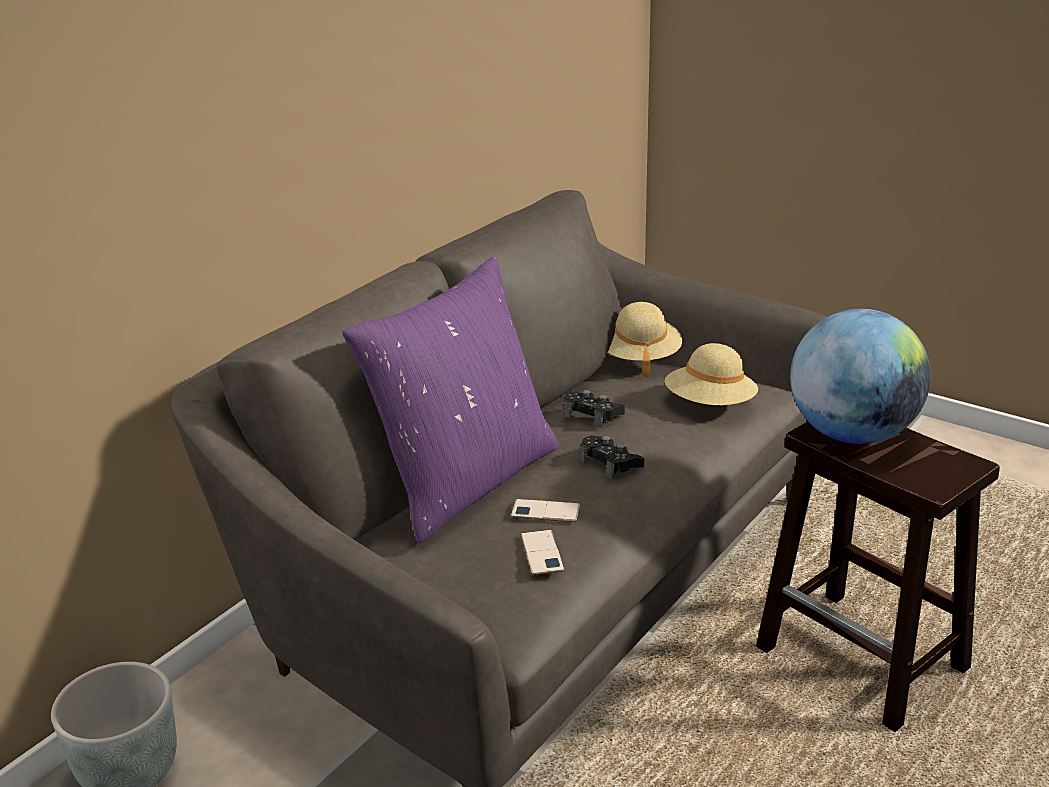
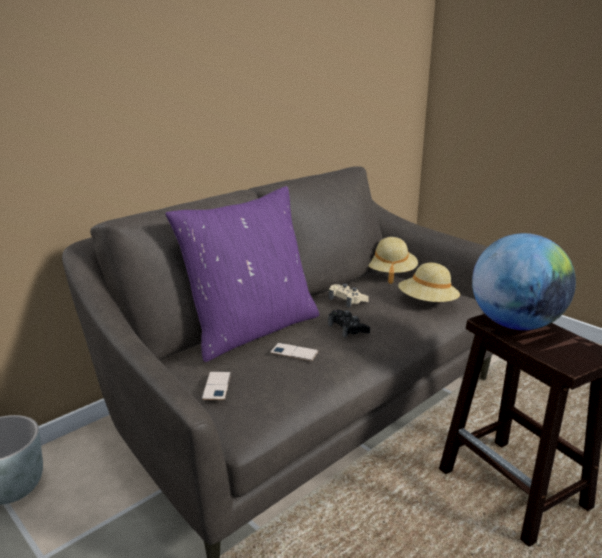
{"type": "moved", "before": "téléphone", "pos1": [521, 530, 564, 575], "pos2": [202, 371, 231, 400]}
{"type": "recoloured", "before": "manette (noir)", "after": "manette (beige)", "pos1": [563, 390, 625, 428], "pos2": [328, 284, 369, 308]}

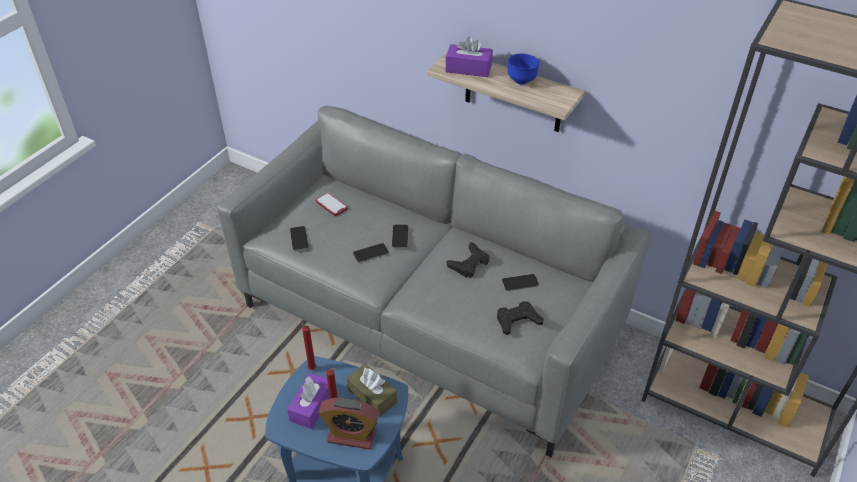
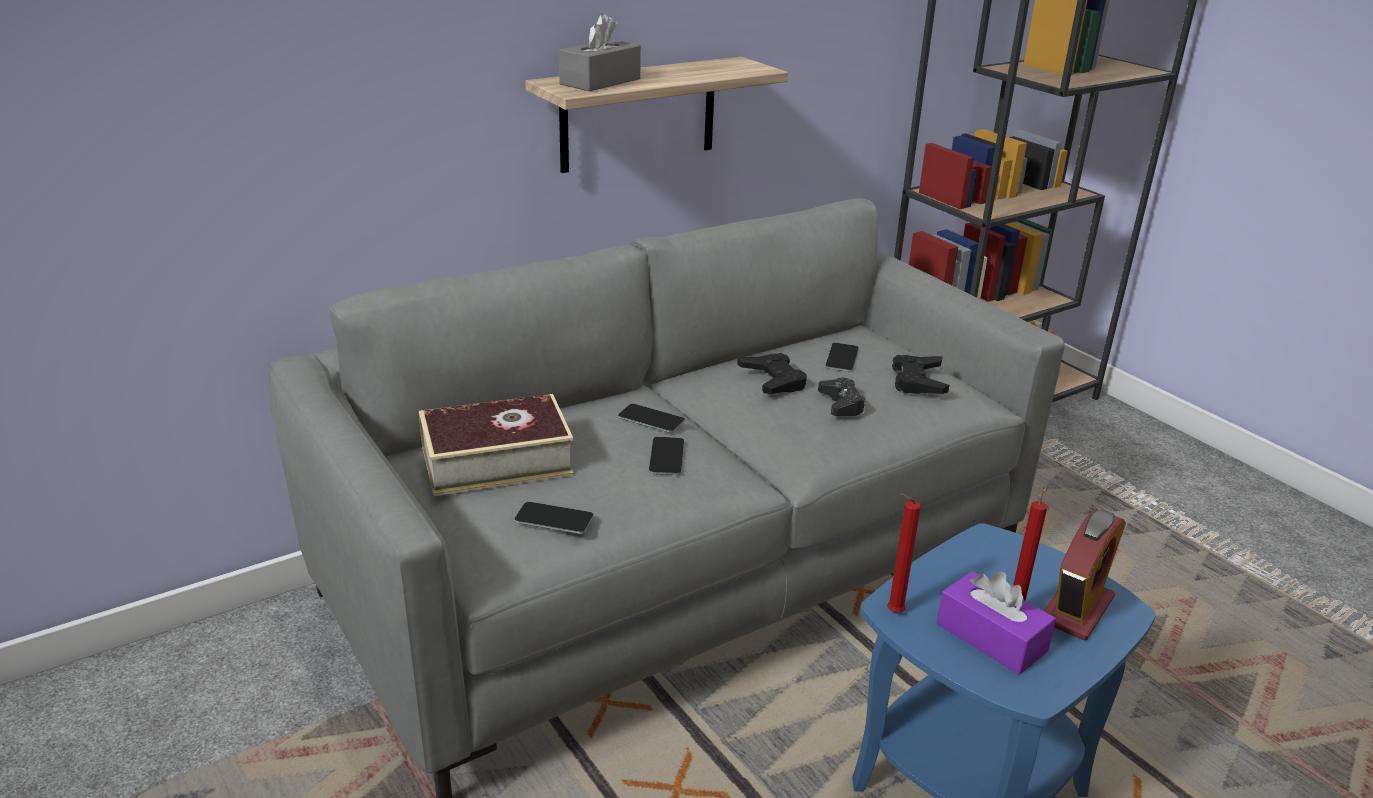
{"type": "removed", "before": "boîte à mouchoirs (marron)", "pos1": [347, 364, 397, 417]}
{"type": "removed", "before": "bol (bleu)", "pos1": [507, 54, 540, 84]}
{"type": "added", "after": "manette (noir)", "pos2": [818, 378, 865, 416]}
{"type": "replaced", "before": "téléphone", "after": "livre", "pos1": [316, 193, 348, 216], "pos2": [419, 394, 574, 496]}
{"type": "recoloured", "before": "boîte à mouchoirs (violet)", "after": "boîte à mouchoirs (gris)", "pos1": [446, 37, 493, 77], "pos2": [559, 13, 641, 91]}

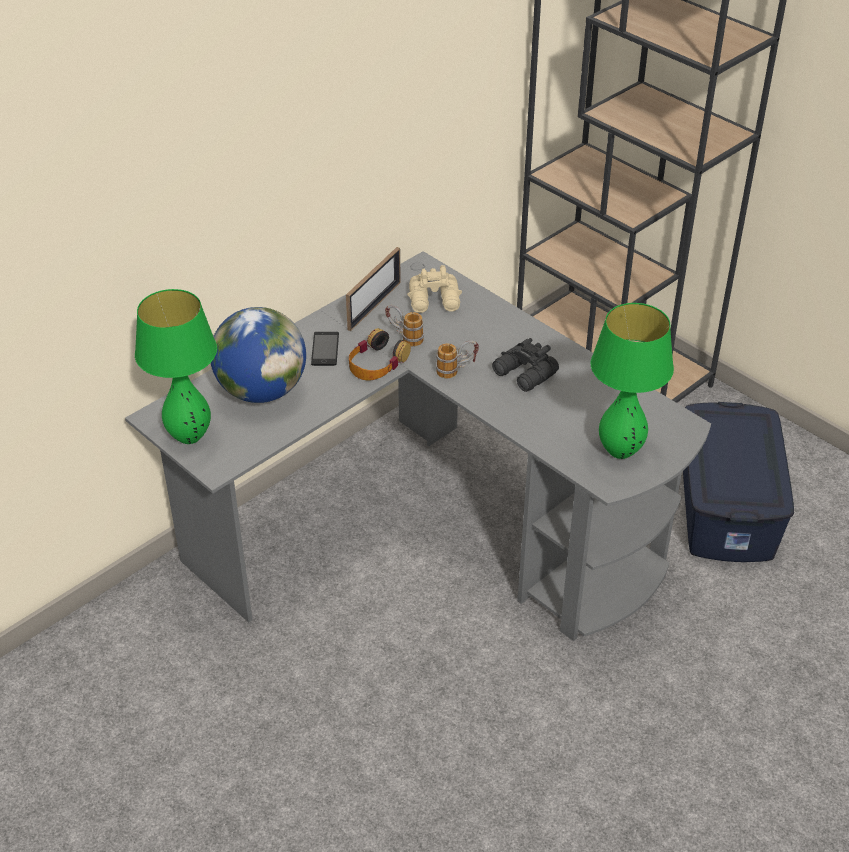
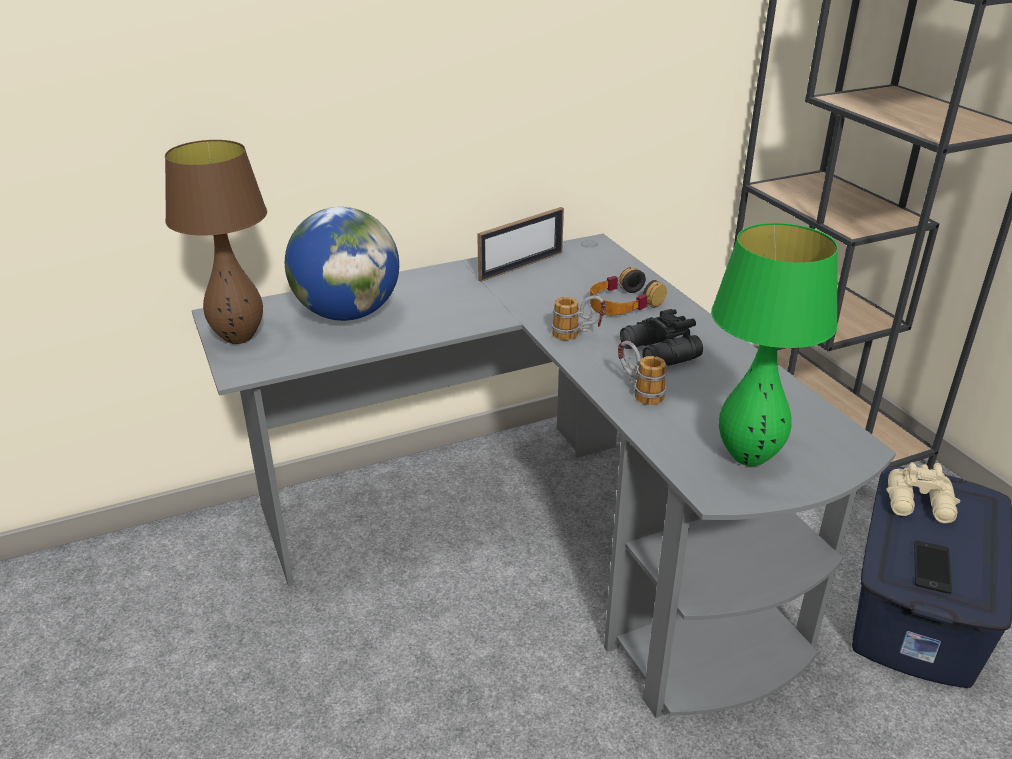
{"type": "moved", "before": "téléphone", "pos1": [311, 332, 339, 366], "pos2": [914, 540, 952, 594]}
{"type": "moved", "before": "casque audio", "pos1": [349, 328, 411, 380], "pos2": [590, 267, 667, 316]}
{"type": "moved", "before": "mug", "pos1": [385, 305, 424, 346], "pos2": [618, 341, 667, 405]}
{"type": "moved", "before": "jumelles (beige)", "pos1": [407, 265, 462, 313], "pos2": [886, 462, 960, 523]}
{"type": "recoloured", "before": "lampe de table (vert)", "after": "lampe de table (marron)", "pos1": [135, 289, 217, 444], "pos2": [165, 140, 267, 344]}

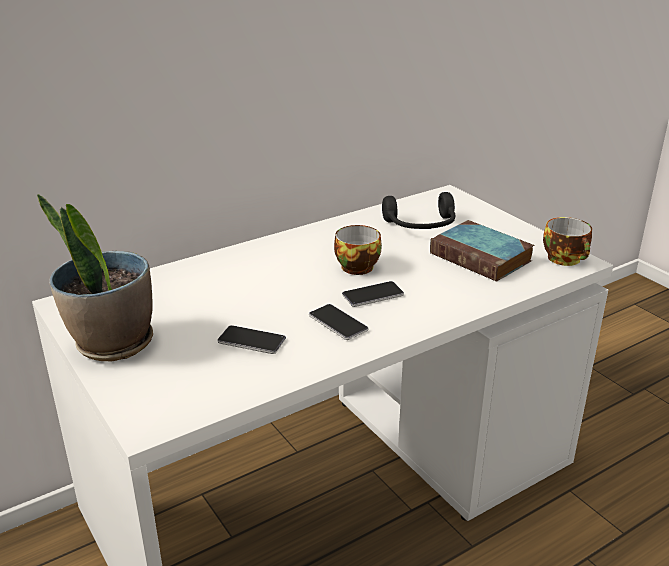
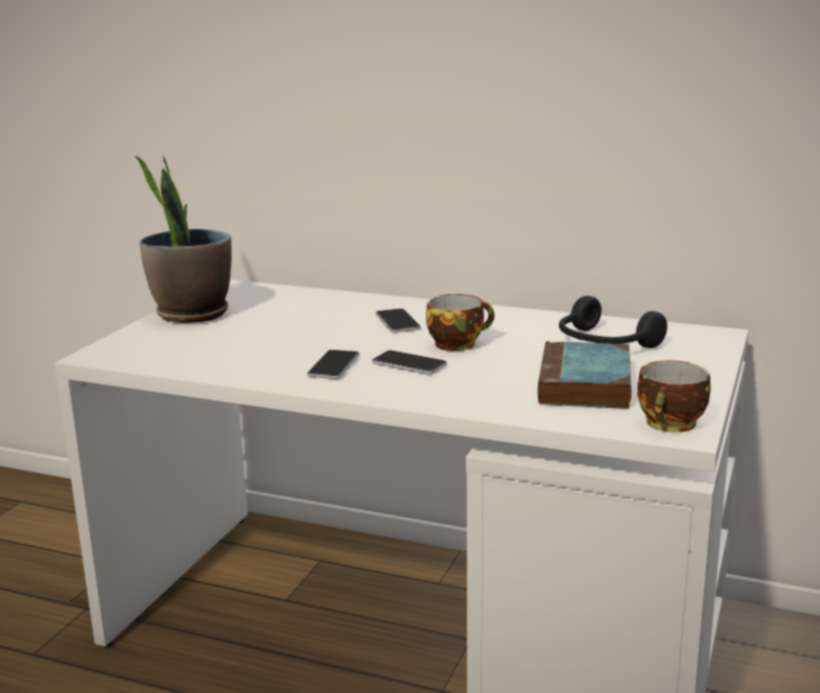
{"type": "moved", "before": "téléphone", "pos1": [217, 325, 286, 354], "pos2": [376, 308, 421, 332]}

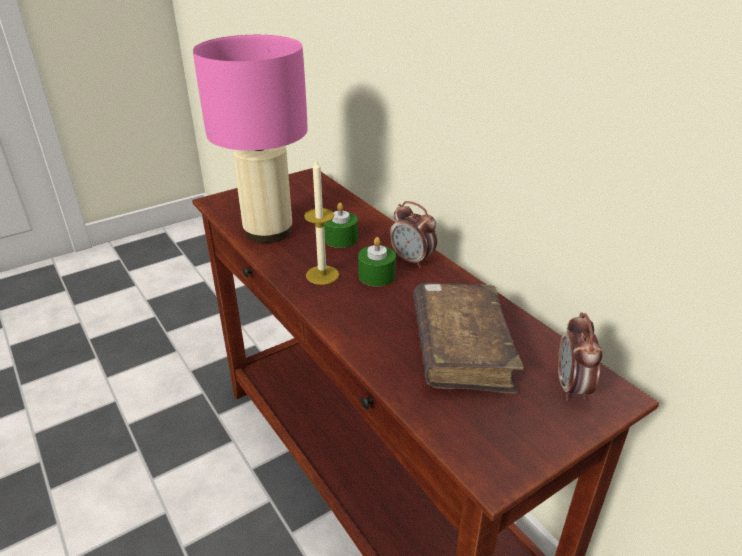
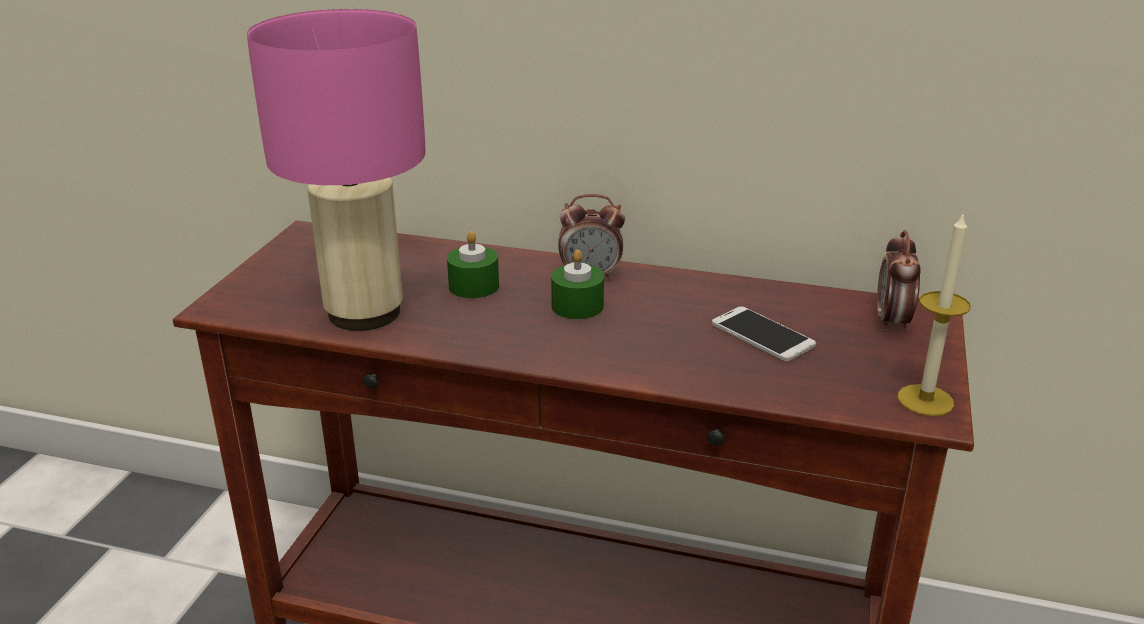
{"type": "moved", "before": "bougie", "pos1": [304, 160, 339, 285], "pos2": [898, 212, 971, 416]}
{"type": "replaced", "before": "livre (marron)", "after": "téléphone", "pos1": [413, 282, 524, 393], "pos2": [712, 306, 816, 361]}
{"type": "turned", "before": "réveil", "pos1": [558, 313, 602, 401], "pos2": [877, 230, 921, 332], "turn": 45}

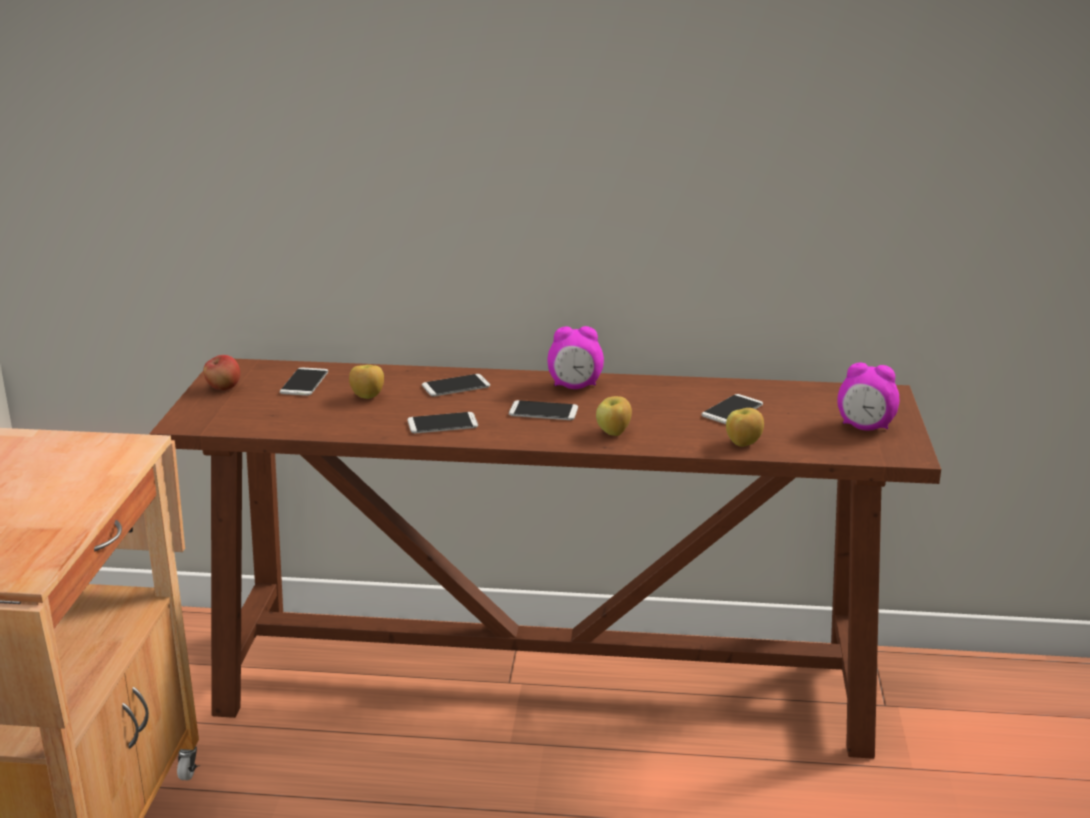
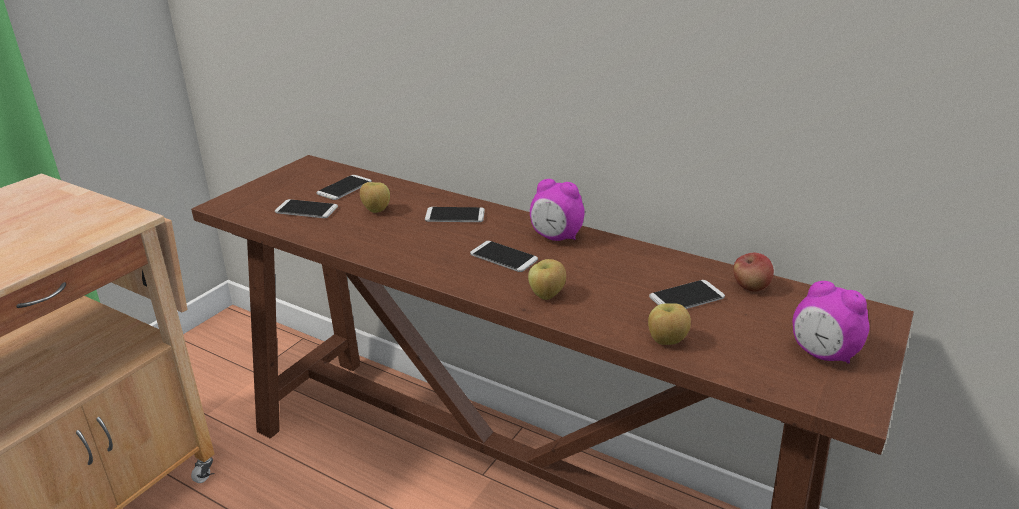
{"type": "moved", "before": "pomme", "pos1": [203, 355, 240, 390], "pos2": [733, 253, 774, 291]}
{"type": "moved", "before": "téléphone", "pos1": [407, 412, 478, 434], "pos2": [275, 199, 338, 218]}

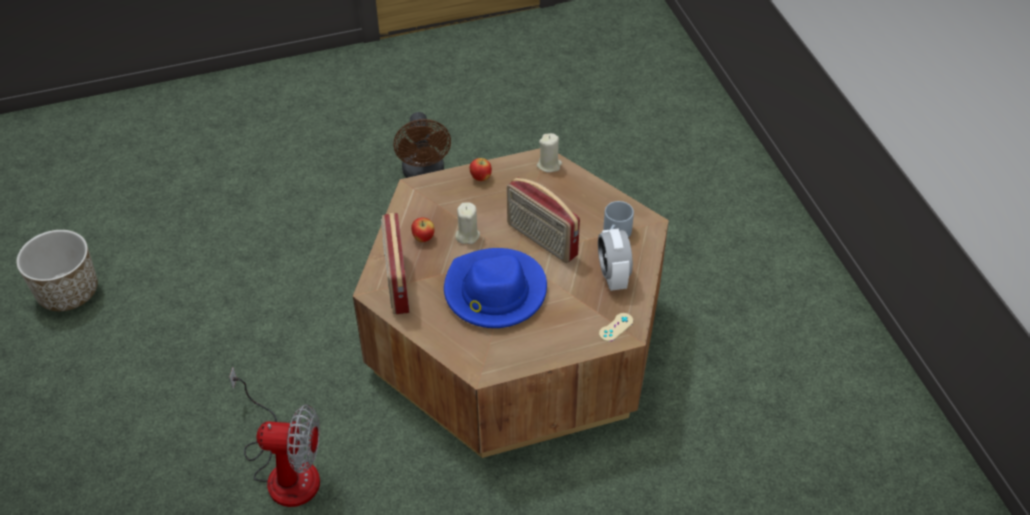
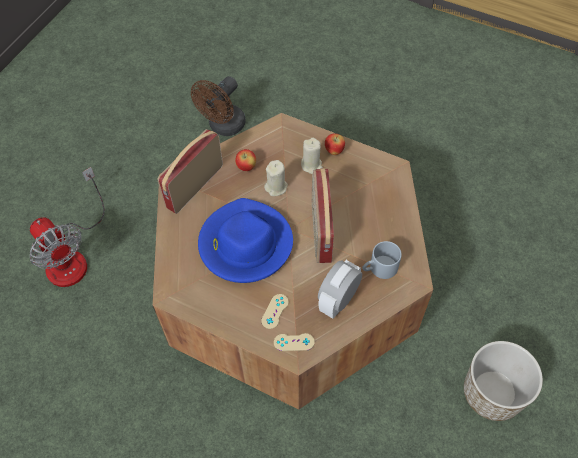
{"type": "added", "after": "manette (beige)", "pos2": [261, 294, 288, 329]}
{"type": "moved", "before": "cache-pot", "pos1": [16, 230, 98, 311], "pos2": [464, 341, 543, 421]}
{"type": "moved", "before": "ventilateur (marron)", "pos1": [393, 112, 451, 178], "pos2": [191, 76, 246, 136]}
{"type": "moved", "before": "bougie (beige)", "pos1": [537, 133, 562, 173], "pos2": [301, 138, 323, 174]}

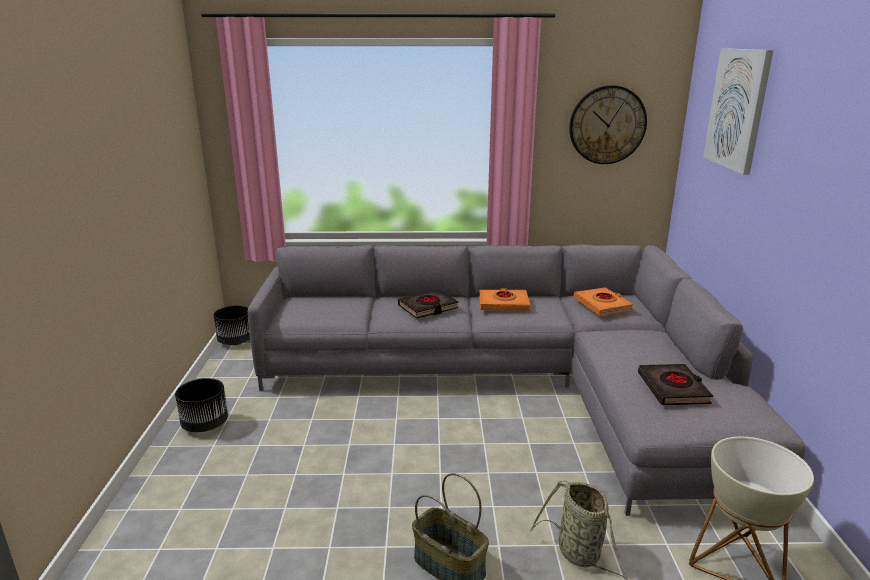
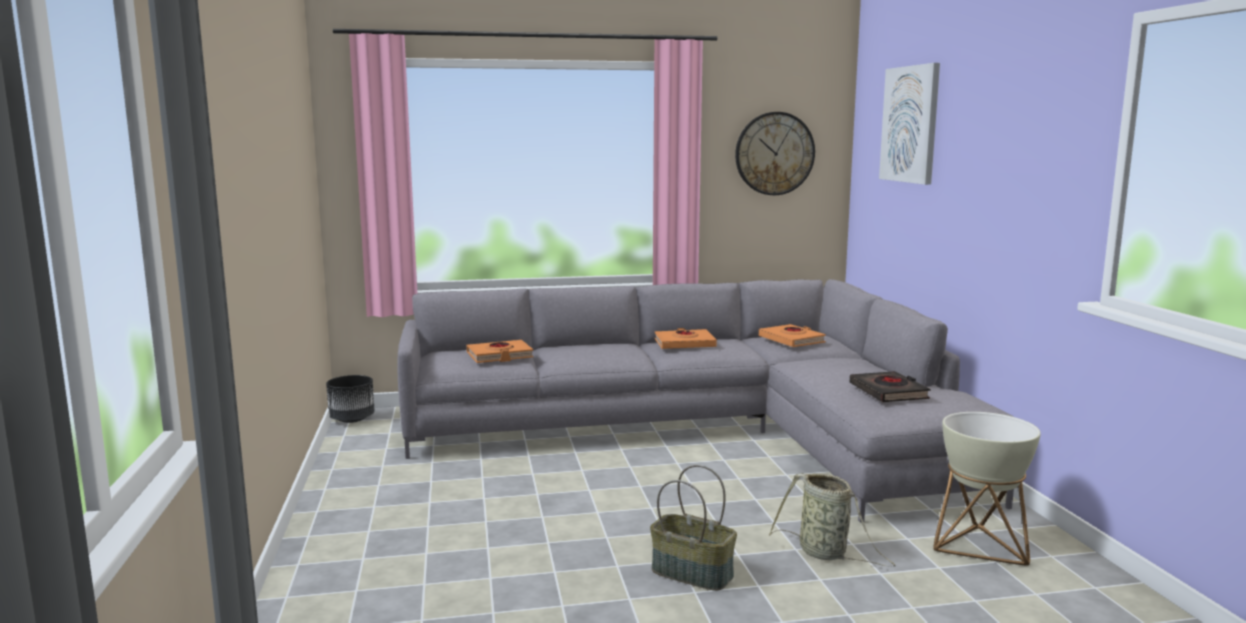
{"type": "removed", "before": "cache-pot (noir)", "pos1": [175, 378, 228, 432]}
{"type": "removed", "before": "livre (noir)", "pos1": [398, 290, 459, 319]}
{"type": "added", "after": "livre (orange)", "pos2": [467, 340, 534, 363]}

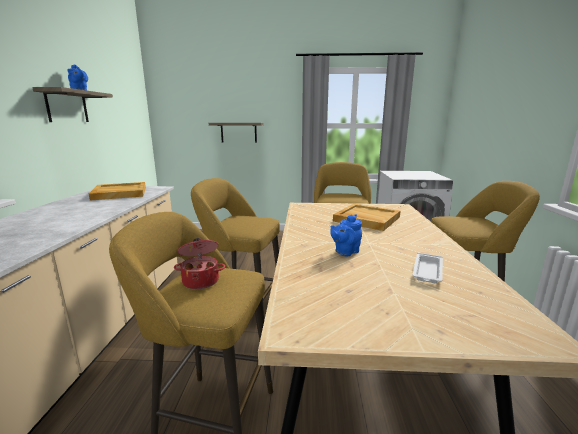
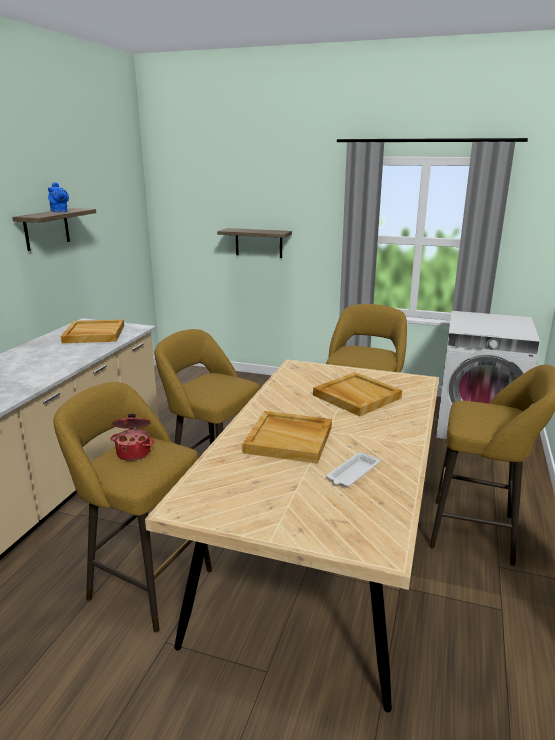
{"type": "replaced", "before": "théière (bleu)", "after": "plateau (beige)", "pos1": [330, 214, 362, 256], "pos2": [243, 411, 332, 464]}

